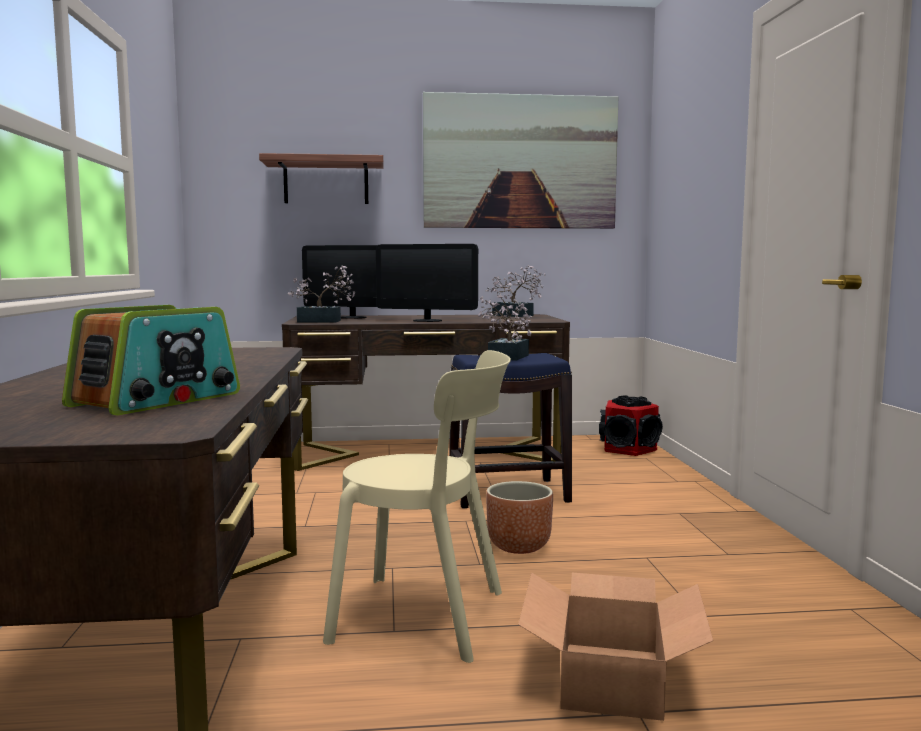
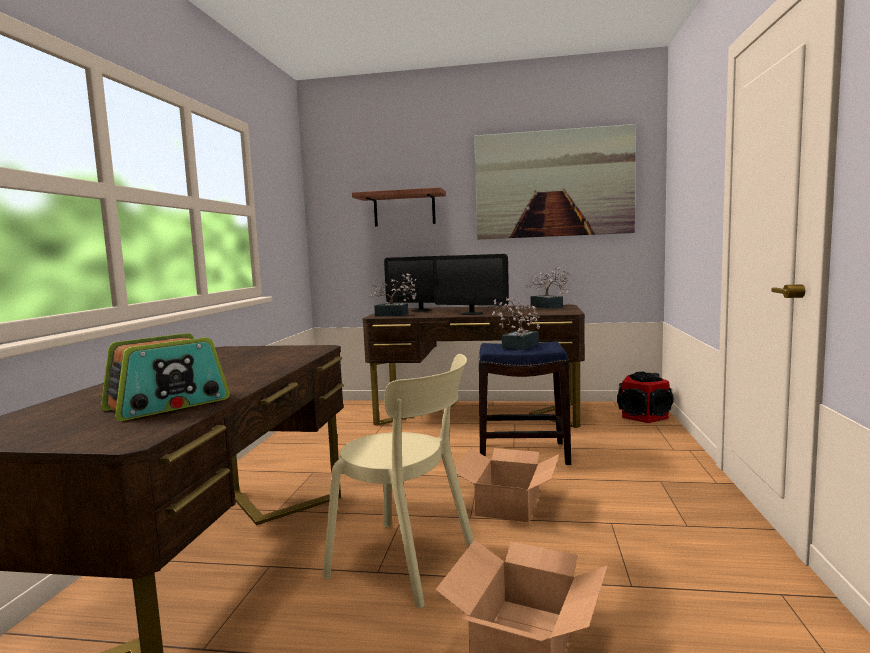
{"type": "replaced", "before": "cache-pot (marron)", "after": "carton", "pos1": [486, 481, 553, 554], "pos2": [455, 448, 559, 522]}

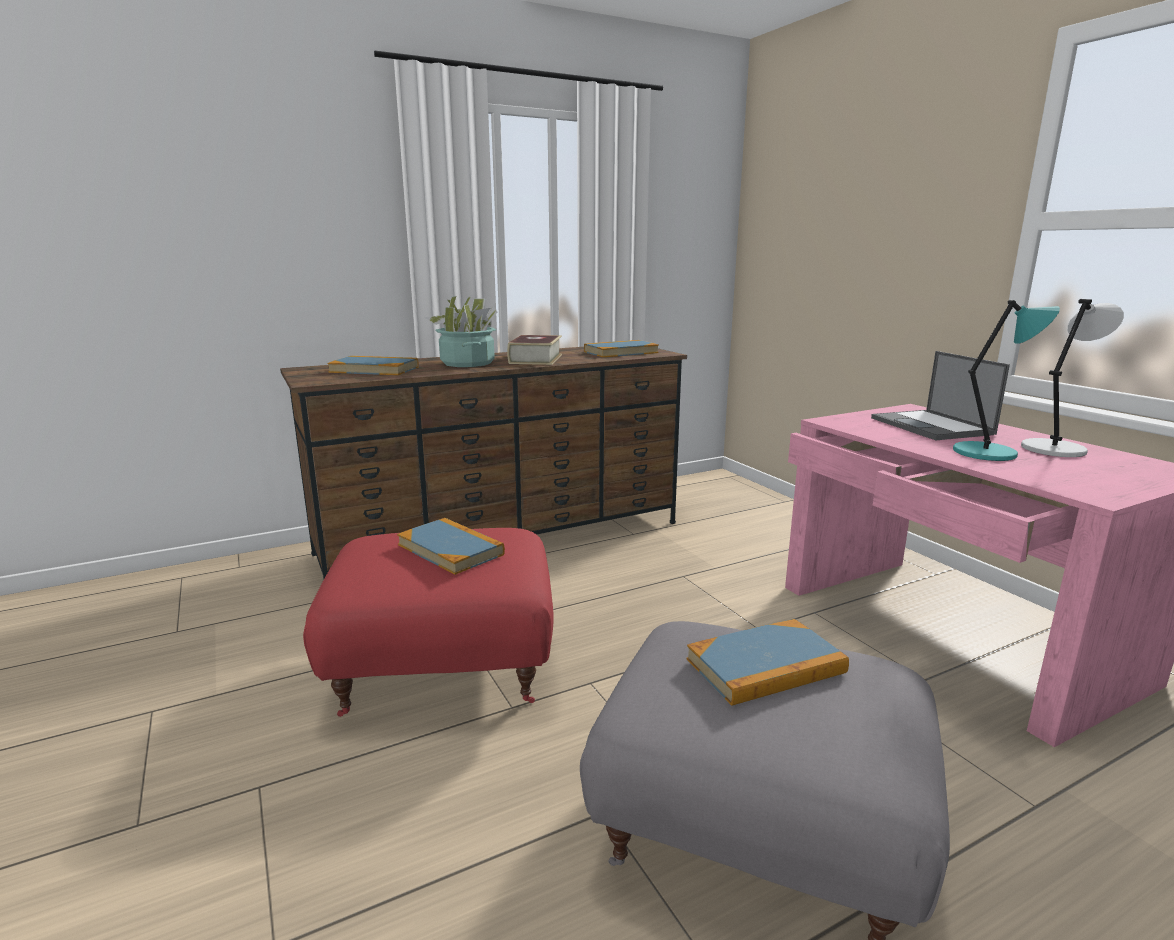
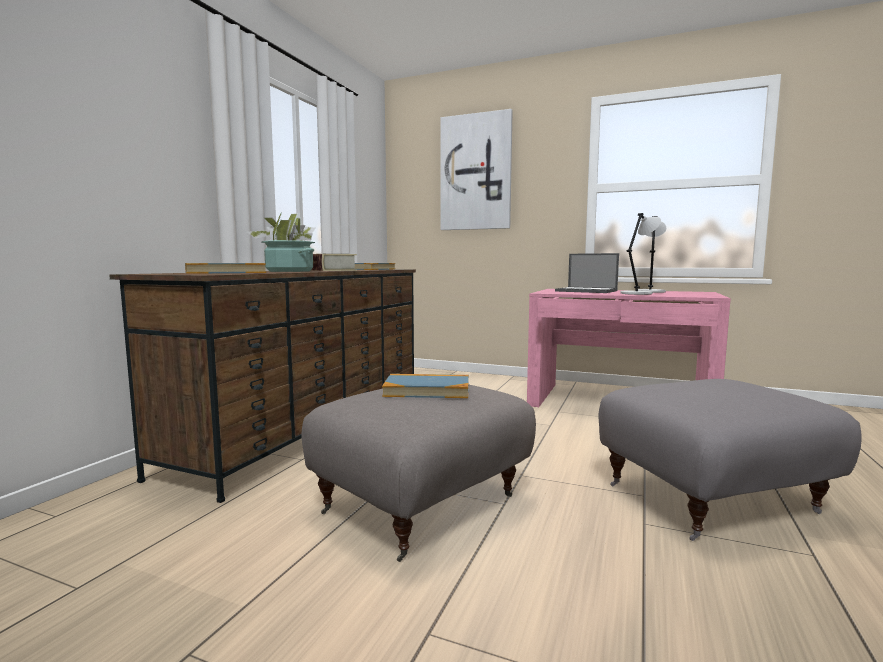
{"type": "removed", "before": "livre", "pos1": [687, 619, 849, 706]}
{"type": "added", "after": "tableau", "pos2": [440, 109, 513, 230]}
{"type": "recoloured", "before": "pouf (rouge)", "after": "pouf (gris)", "pos1": [303, 528, 554, 717], "pos2": [301, 385, 536, 562]}
{"type": "recoloured", "before": "lampe de table (turquoise)", "after": "lampe de table (gris)", "pos1": [953, 300, 1060, 461], "pos2": [621, 213, 661, 295]}

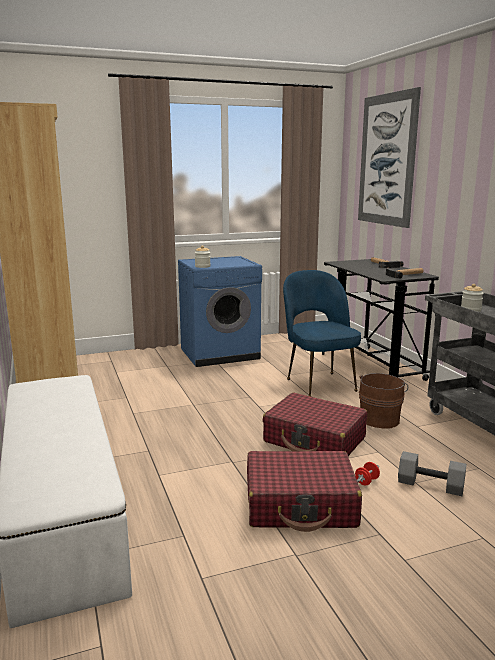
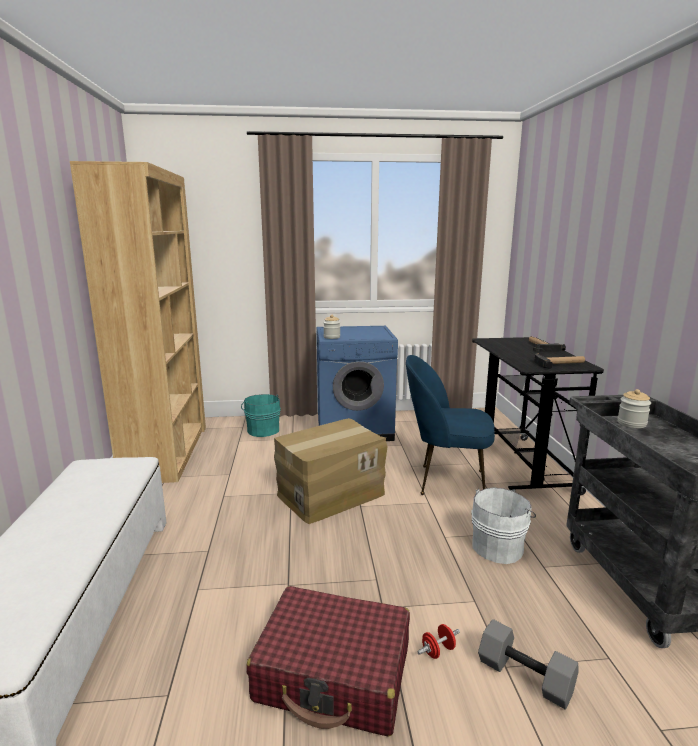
{"type": "removed", "before": "valise (rouge)", "pos1": [263, 393, 367, 456]}
{"type": "removed", "before": "tableau", "pos1": [358, 87, 421, 228]}
{"type": "added", "after": "seau (turquoise)", "pos2": [241, 394, 281, 437]}
{"type": "added", "after": "carton", "pos2": [274, 418, 387, 524]}
{"type": "recoloured", "before": "seau (marron)", "after": "seau (blanc)", "pos1": [359, 373, 408, 428], "pos2": [471, 487, 536, 564]}
{"type": "turned", "before": "chaise (bleu)", "pos1": [283, 270, 361, 397], "pos2": [406, 355, 495, 495], "turn": -75}

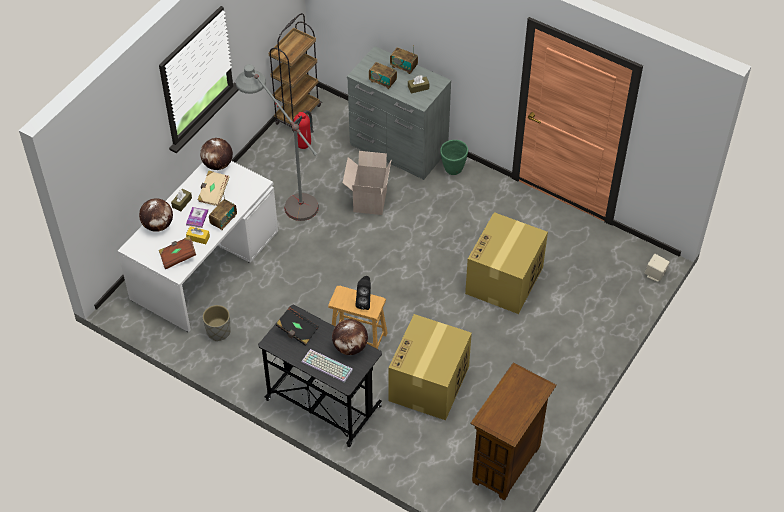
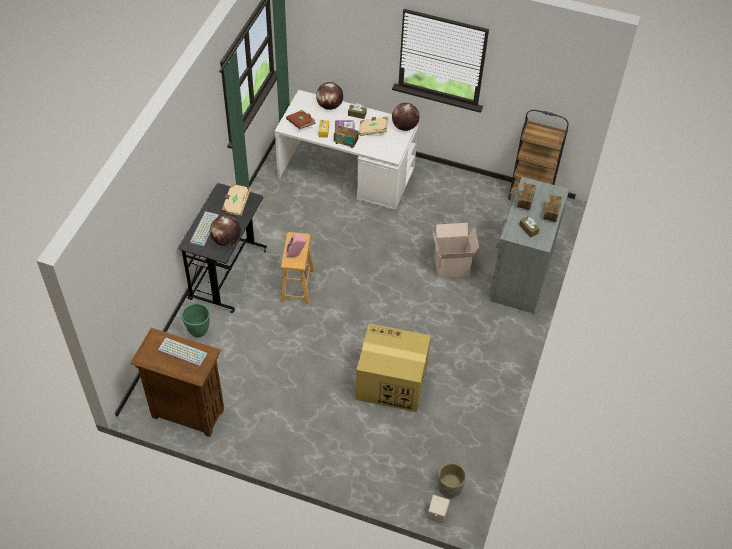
{"type": "removed", "before": "lampadaire (gris)", "pos1": [236, 64, 319, 221]}
{"type": "removed", "before": "extincteur", "pos1": [293, 110, 314, 149]}
{"type": "removed", "before": "carton", "pos1": [388, 314, 472, 420]}
{"type": "added", "after": "clavier", "pos2": [158, 338, 207, 367]}
{"type": "moved", "before": "cache-pot (gris)", "pos1": [203, 305, 231, 341], "pos2": [438, 463, 466, 498]}
{"type": "moved", "before": "cache-pot (vert)", "pos1": [440, 140, 468, 175], "pos2": [181, 303, 210, 338]}
{"type": "recoloured", "before": "livre (noir)", "after": "livre (beige)", "pos1": [276, 307, 319, 345], "pos2": [222, 183, 251, 216]}
{"type": "recoloured", "before": "enceinte (noir)", "after": "enceinte (rose)", "pos1": [356, 276, 371, 310], "pos2": [285, 233, 307, 258]}

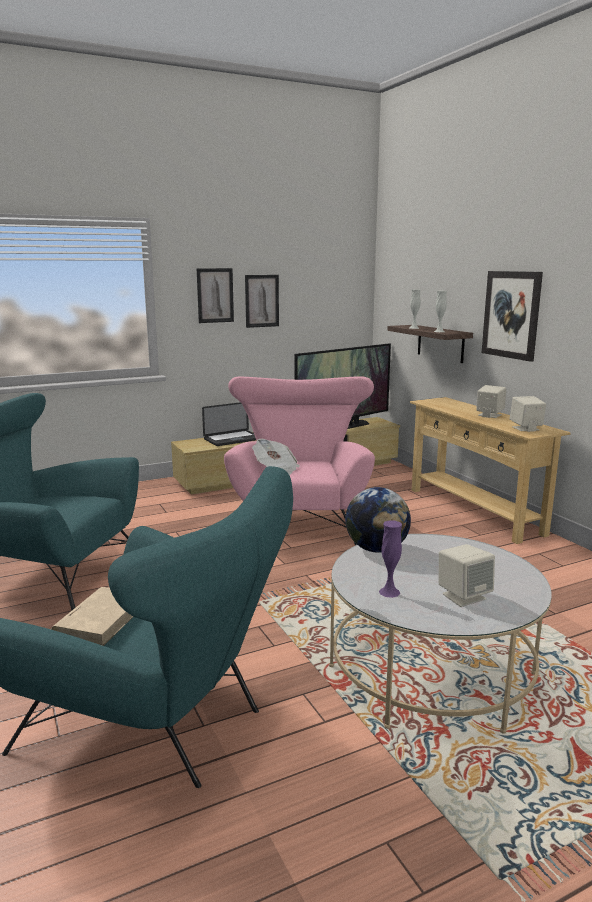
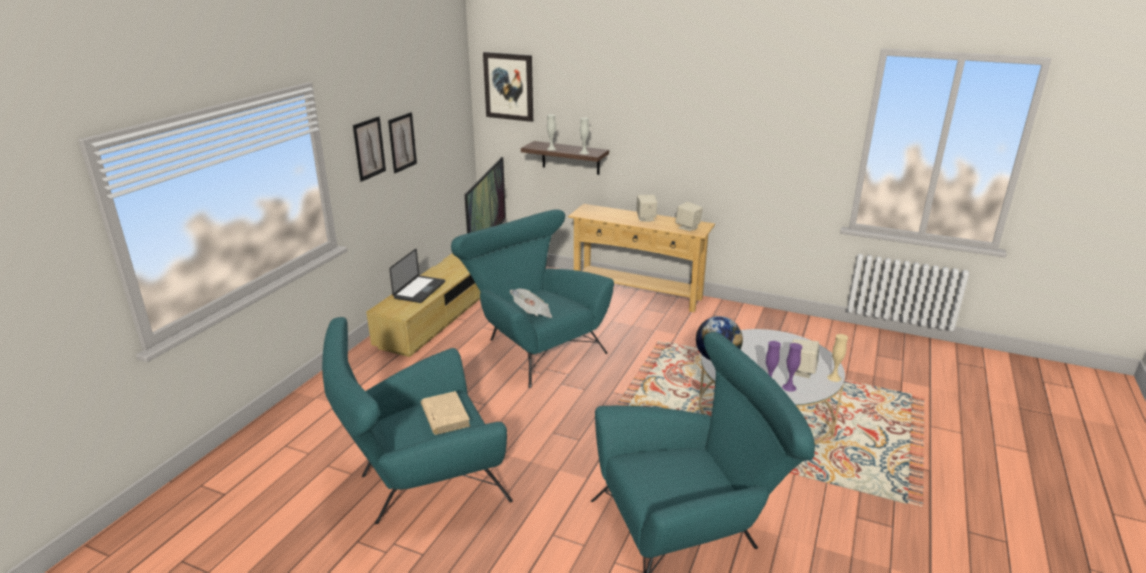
{"type": "added", "after": "vase (violet)", "pos2": [782, 343, 802, 392]}
{"type": "added", "after": "vase (beige)", "pos2": [827, 334, 848, 382]}
{"type": "moved", "before": "livre (beige)", "pos1": [51, 587, 134, 646], "pos2": [421, 391, 470, 435]}
{"type": "moved", "before": "tableau", "pos1": [482, 271, 543, 362], "pos2": [483, 52, 533, 122]}
{"type": "recoloured", "before": "fauteuil (rose)", "after": "fauteuil (turquoise)", "pos1": [224, 376, 375, 545], "pos2": [451, 209, 614, 388]}

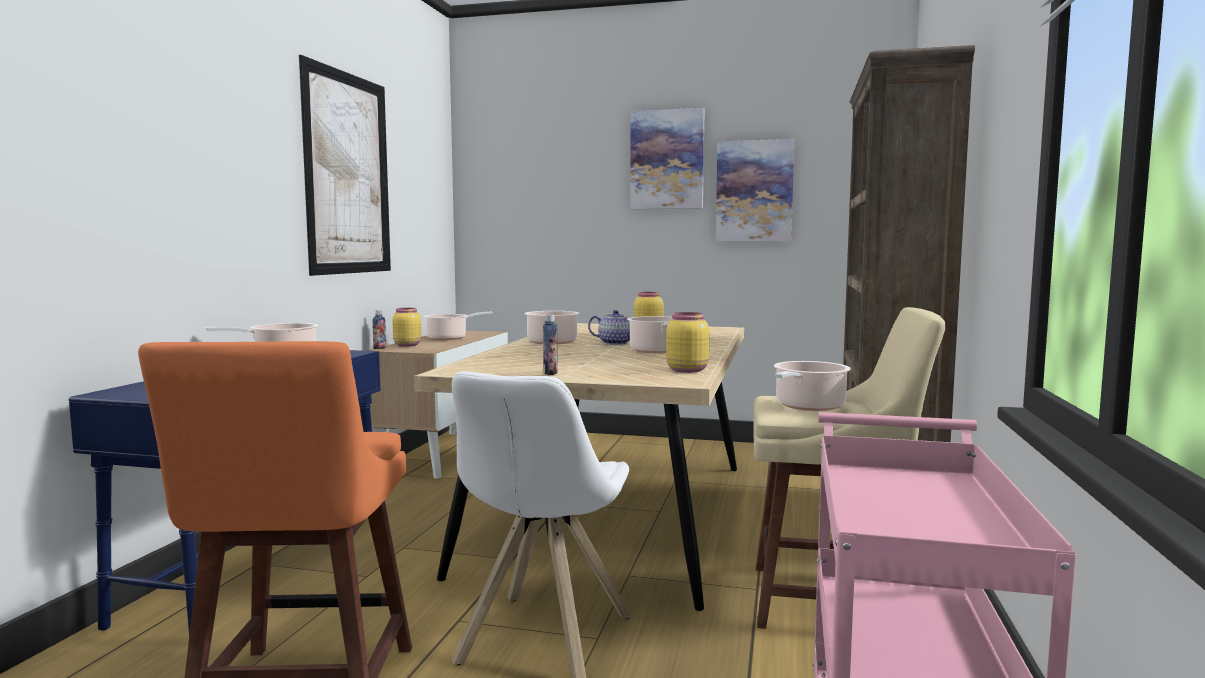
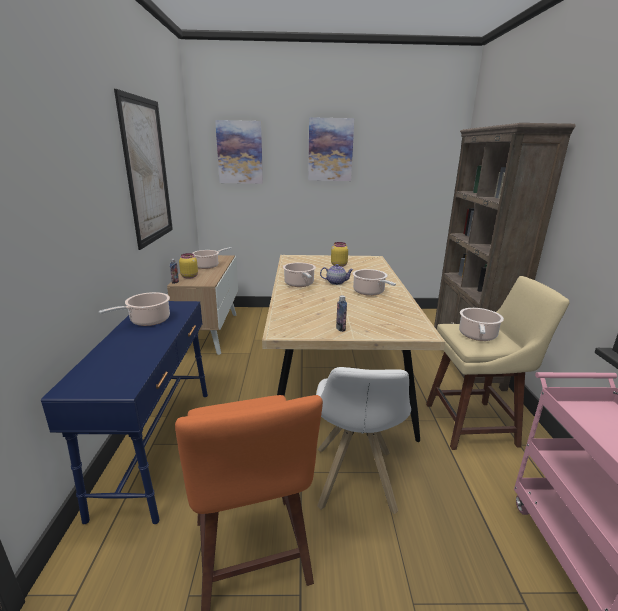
{"type": "removed", "before": "bocal (jaune)", "pos1": [666, 312, 709, 373]}
{"type": "moved", "before": "tableau", "pos1": [716, 139, 794, 241], "pos2": [215, 120, 263, 184]}

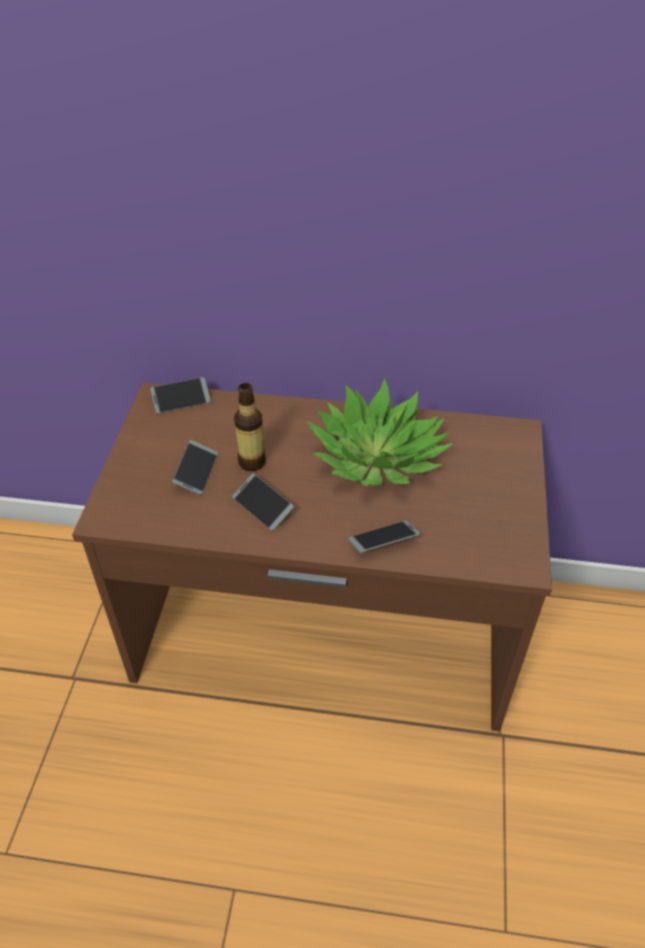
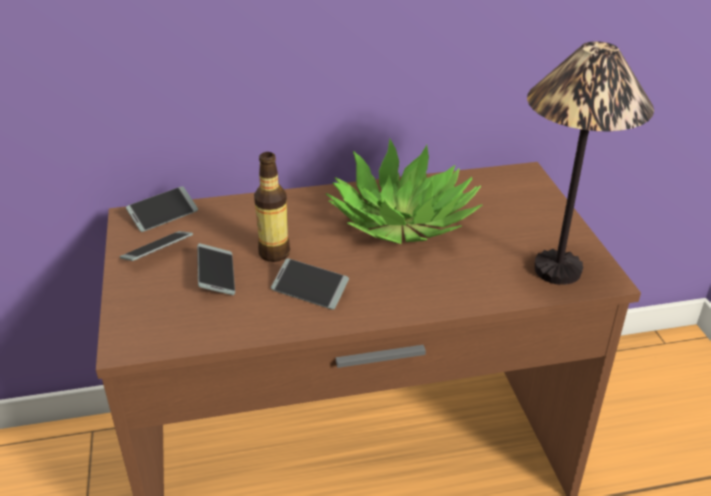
{"type": "added", "after": "lampe de table", "pos2": [527, 41, 654, 285]}
{"type": "moved", "before": "téléphone", "pos1": [348, 521, 420, 553], "pos2": [120, 231, 193, 261]}

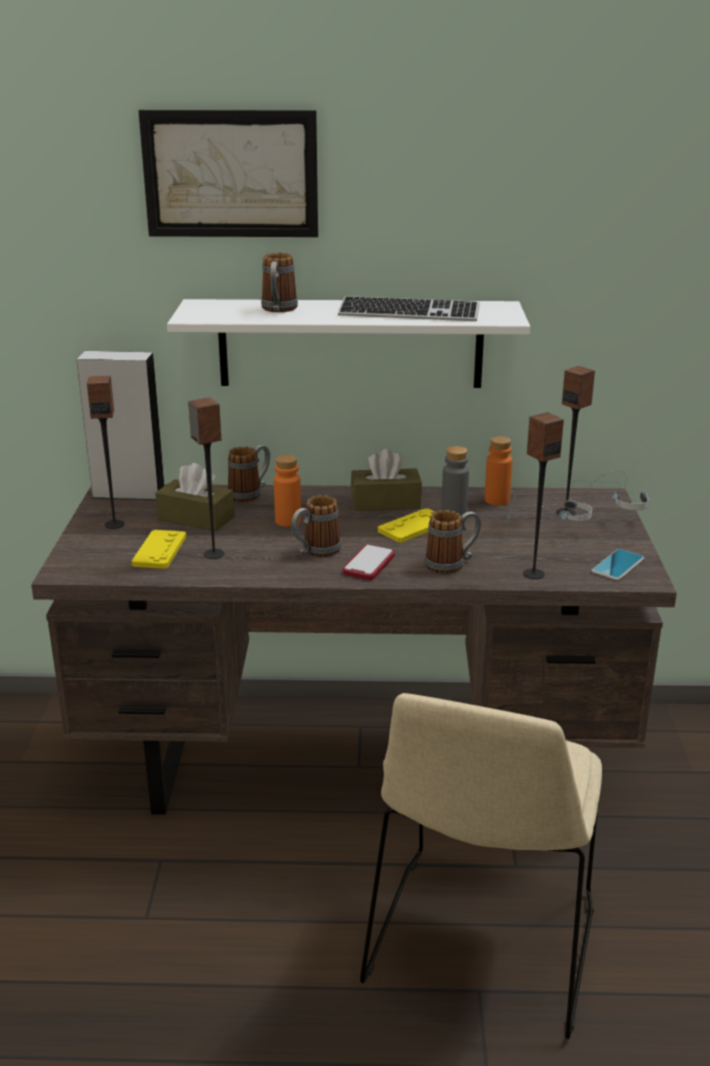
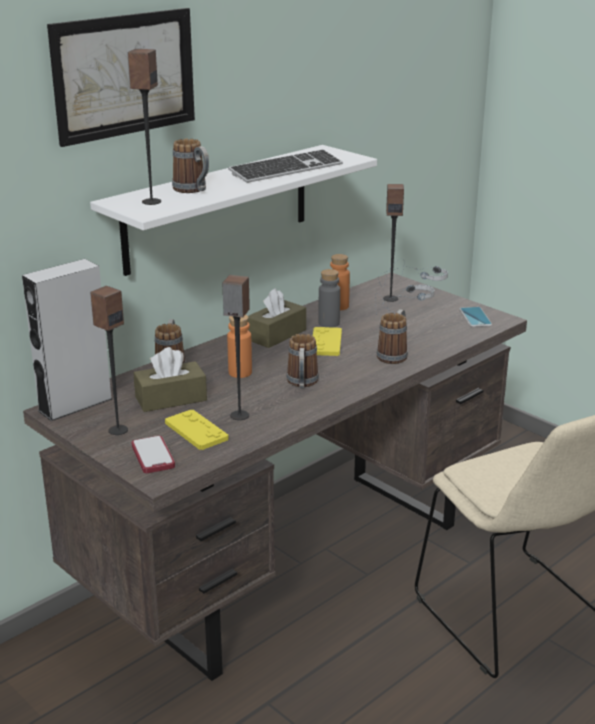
{"type": "moved", "before": "téléphone", "pos1": [342, 545, 395, 580], "pos2": [131, 436, 175, 473]}
{"type": "moved", "before": "enceinte", "pos1": [523, 412, 564, 579], "pos2": [127, 49, 161, 205]}

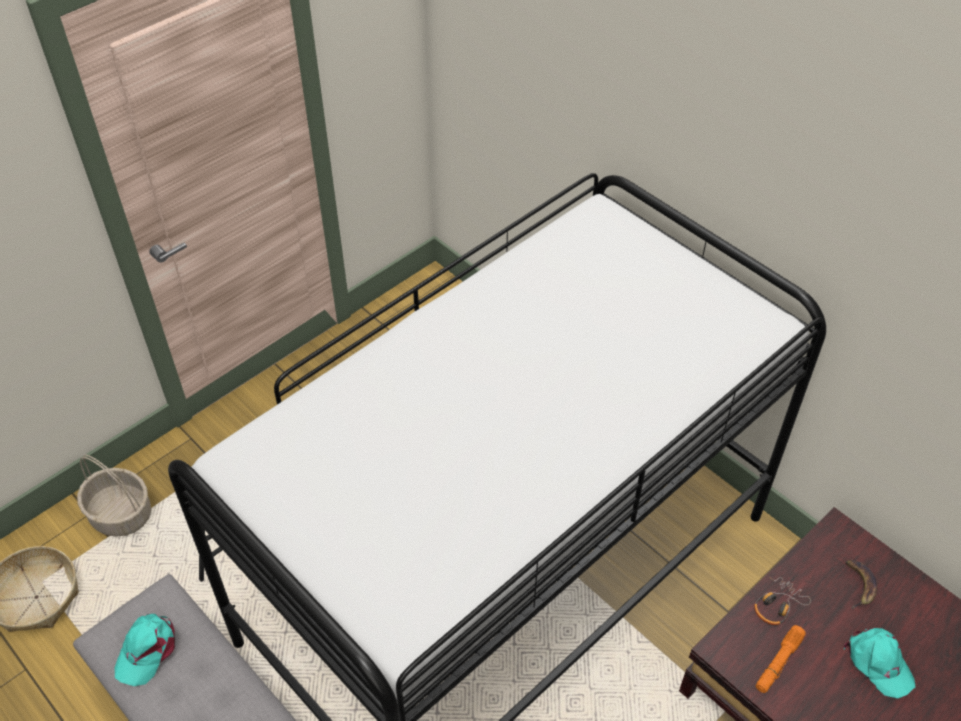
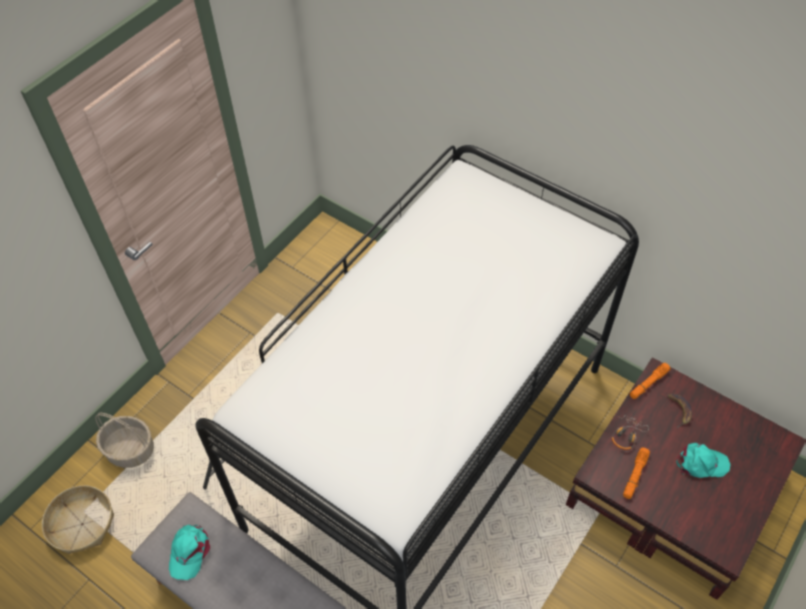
{"type": "added", "after": "lampe de poche (orange)", "pos2": [630, 363, 670, 399]}
{"type": "turned", "before": "casquette (turquoise)", "pos1": [844, 628, 916, 698], "pos2": [676, 443, 731, 478], "turn": -45}

